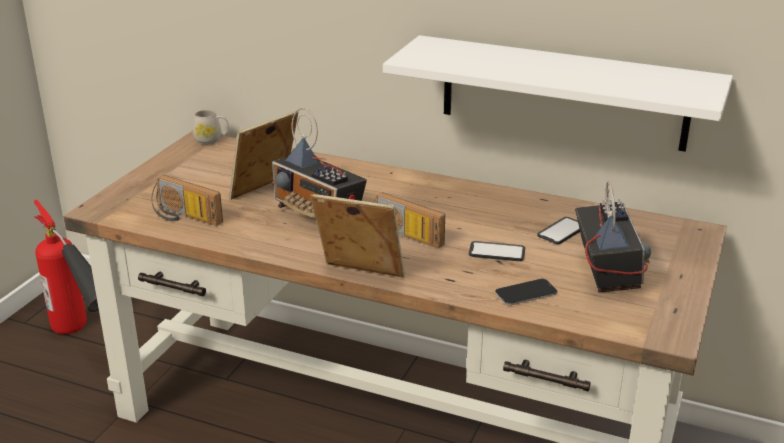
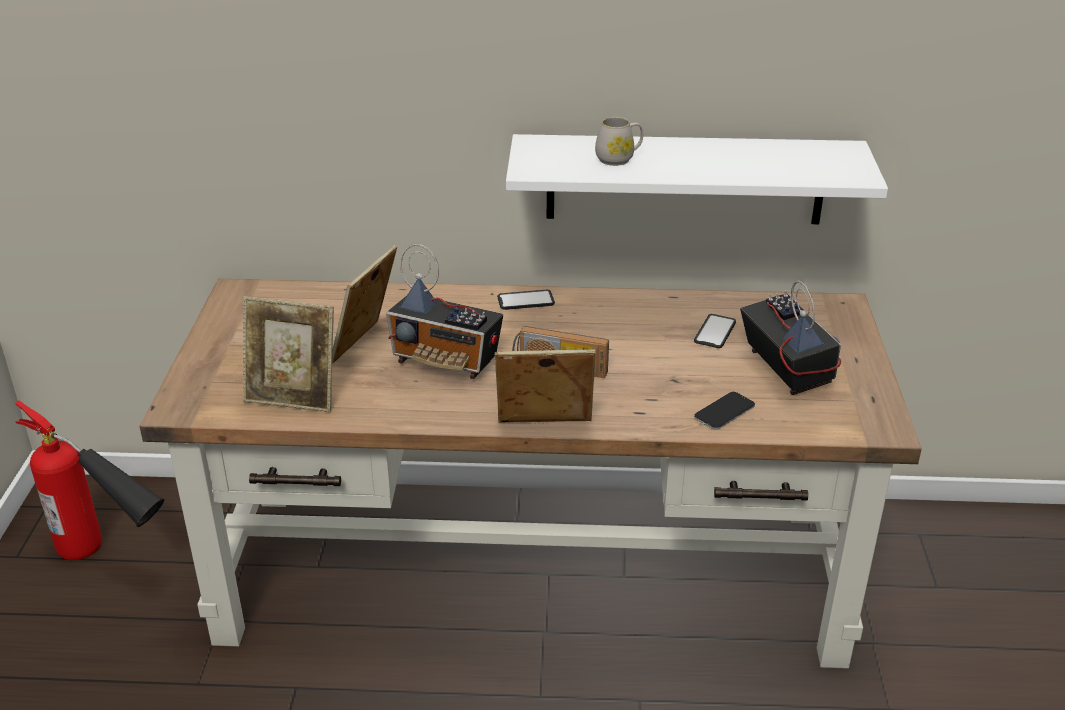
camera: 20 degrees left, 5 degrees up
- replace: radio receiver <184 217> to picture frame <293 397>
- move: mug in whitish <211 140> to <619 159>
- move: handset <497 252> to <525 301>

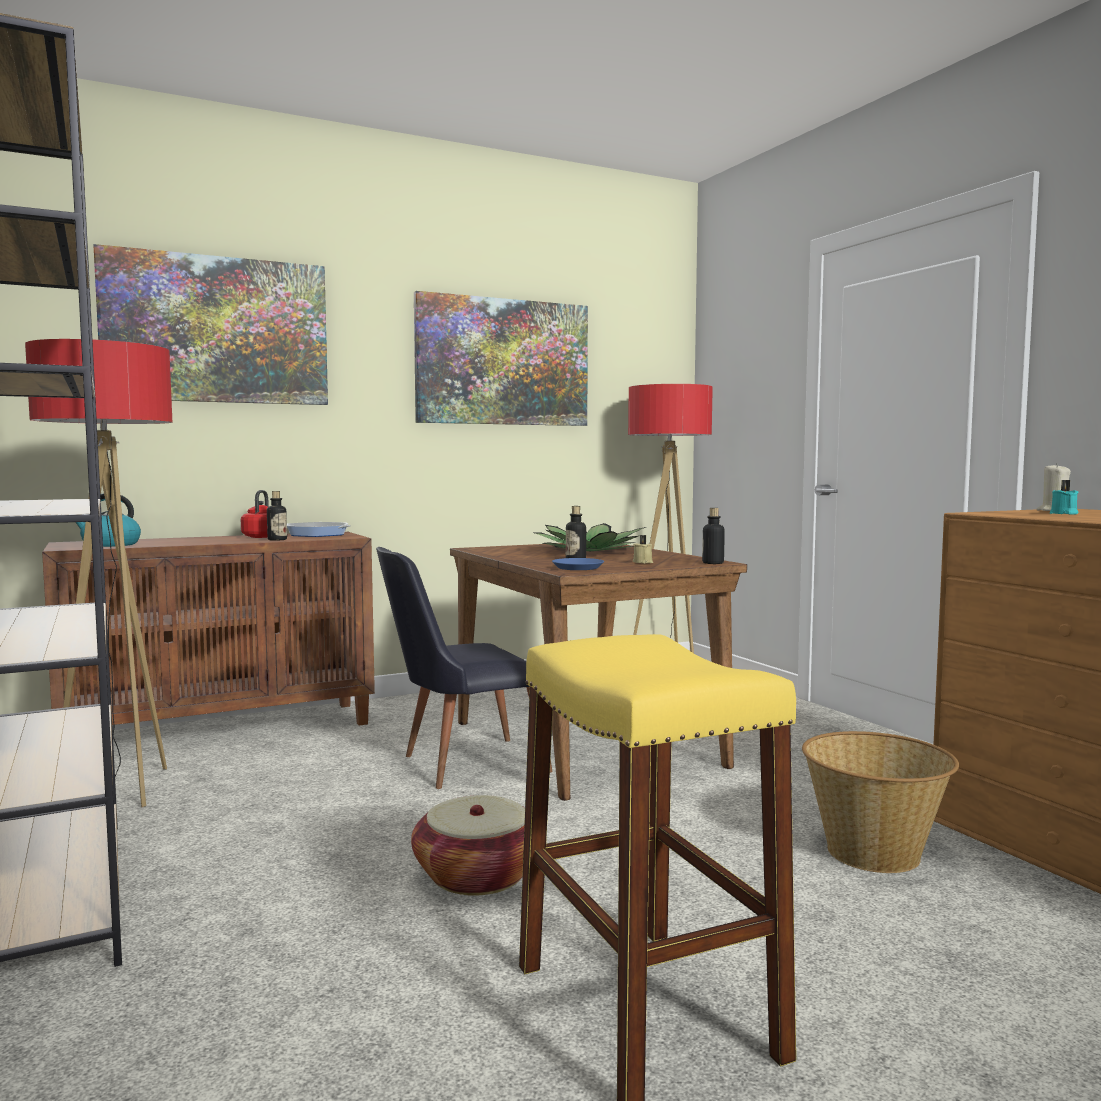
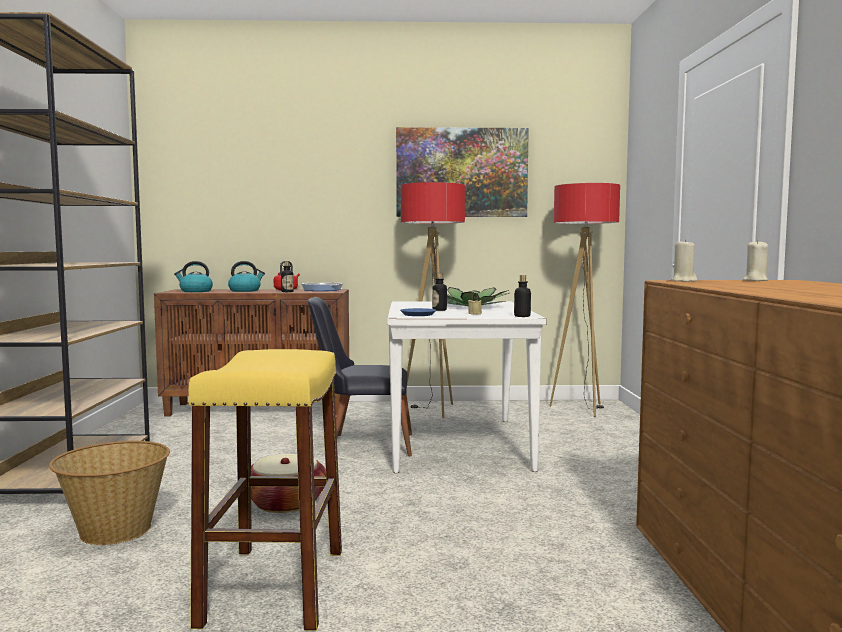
camera: 25 degrees right, 0 degrees up
- move: standing lamp <121 789> to <432 410>
- delete: picture <217 330>
- recolor: dinner table in brownish <586 744> to dinner table in whitish <457 443>
- move: storage basket <874 854> to <115 531>
- delete: candle in turquoise-coloured <1064 514>
- insert: kettle <245 291>
- insert: candle in beige-coloured <683 281>

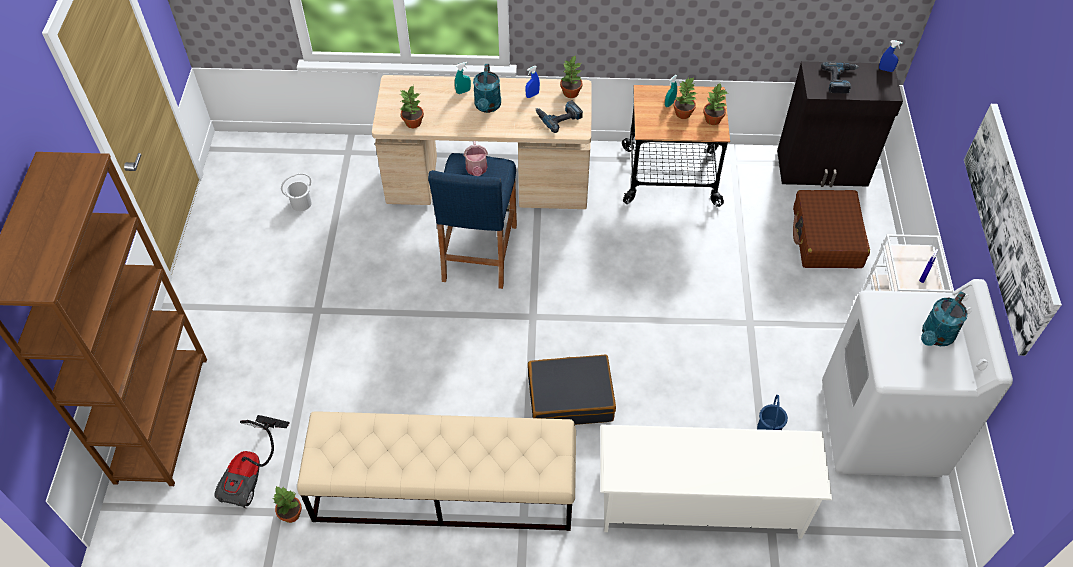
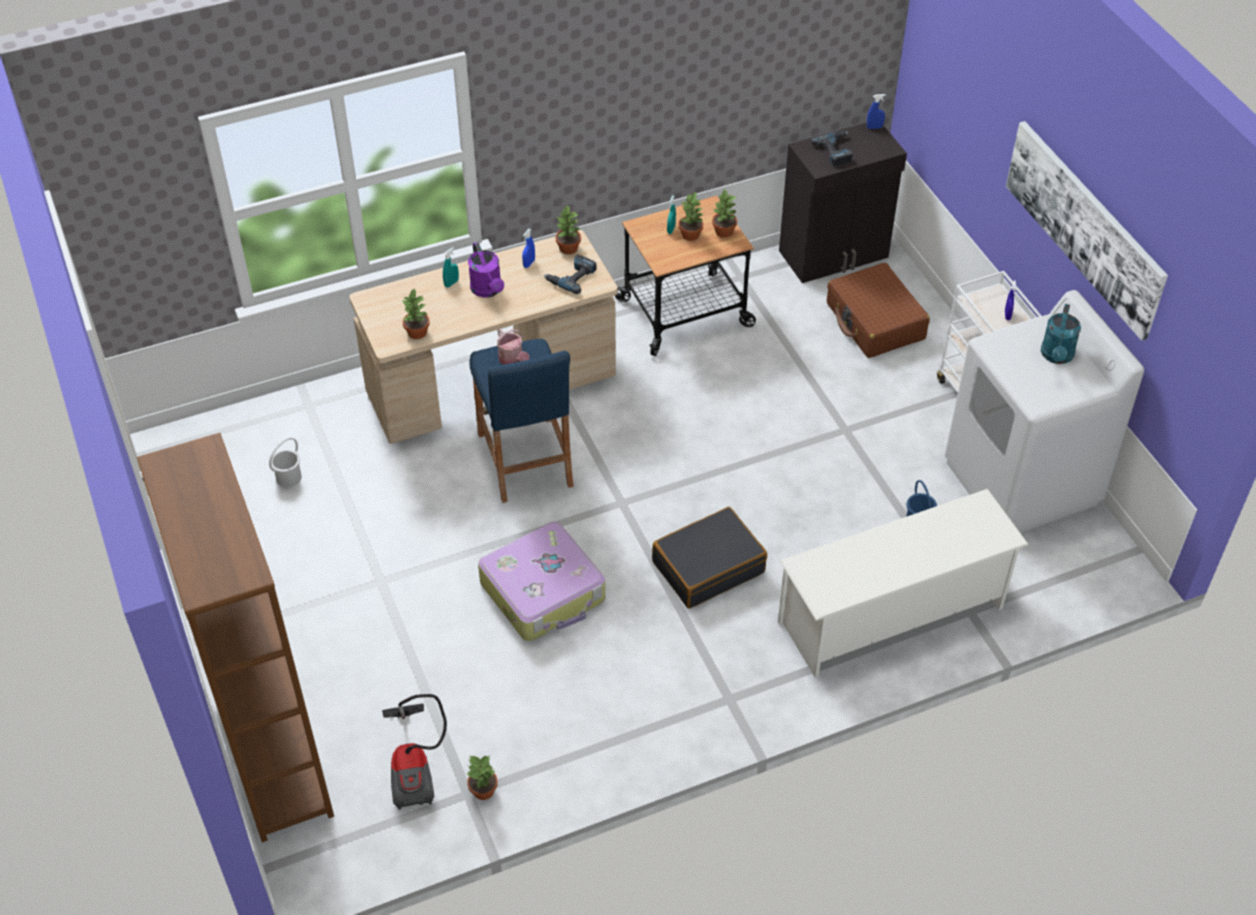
camera: 25 degrees left, 5 degrees down
- delete: bench in beige-coloured <443 489>
- recolor: watering pot in turquoise-coloured <487 107> to watering pot in purple <488 290>
- insert: suitcase <544 592>

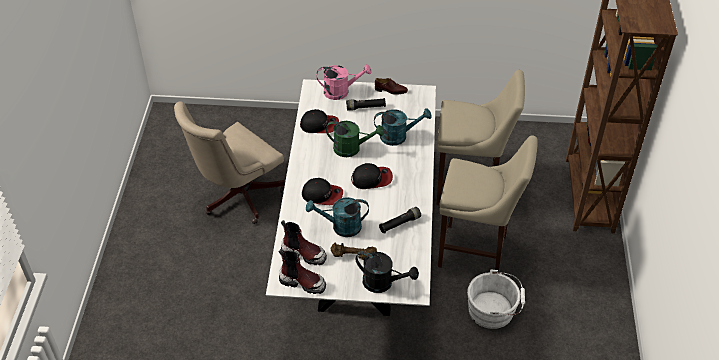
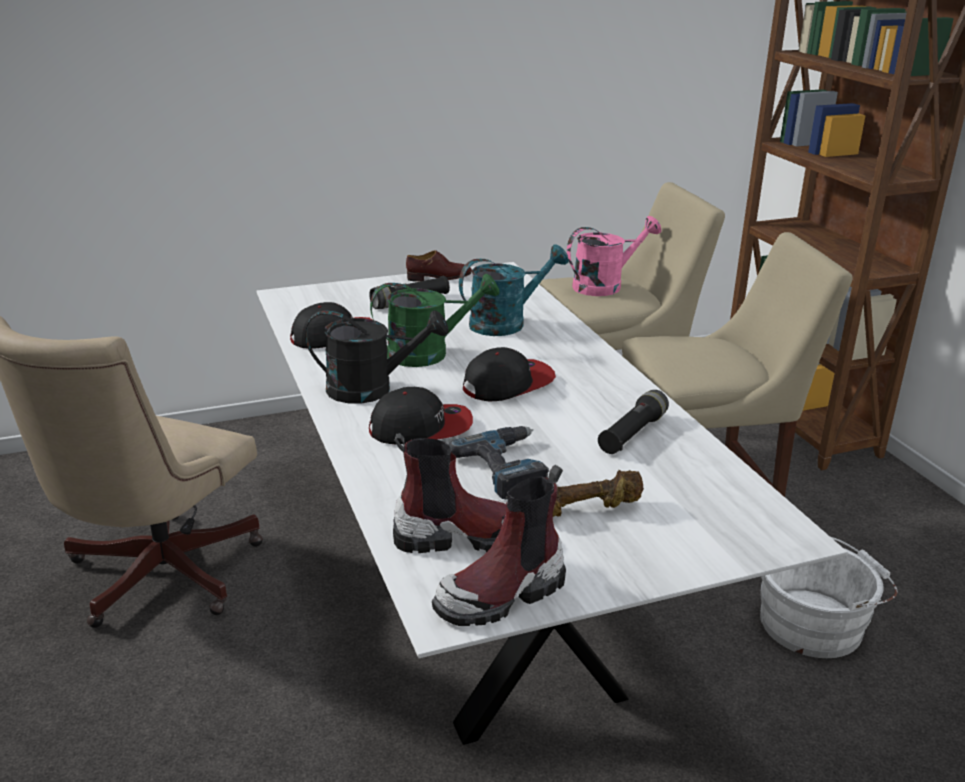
camera: 25 degrees left, 20 degrees down
- rotate: boot <302 282> = <502 595> 150 degrees clockwise
- replace: watering pot in turquoise-coloured <341 227> to power drill <509 468>
- move: watering pot in pink <341 91> to <605 285>
- move: watering pot in black-coloured <383 283> to <371 389>

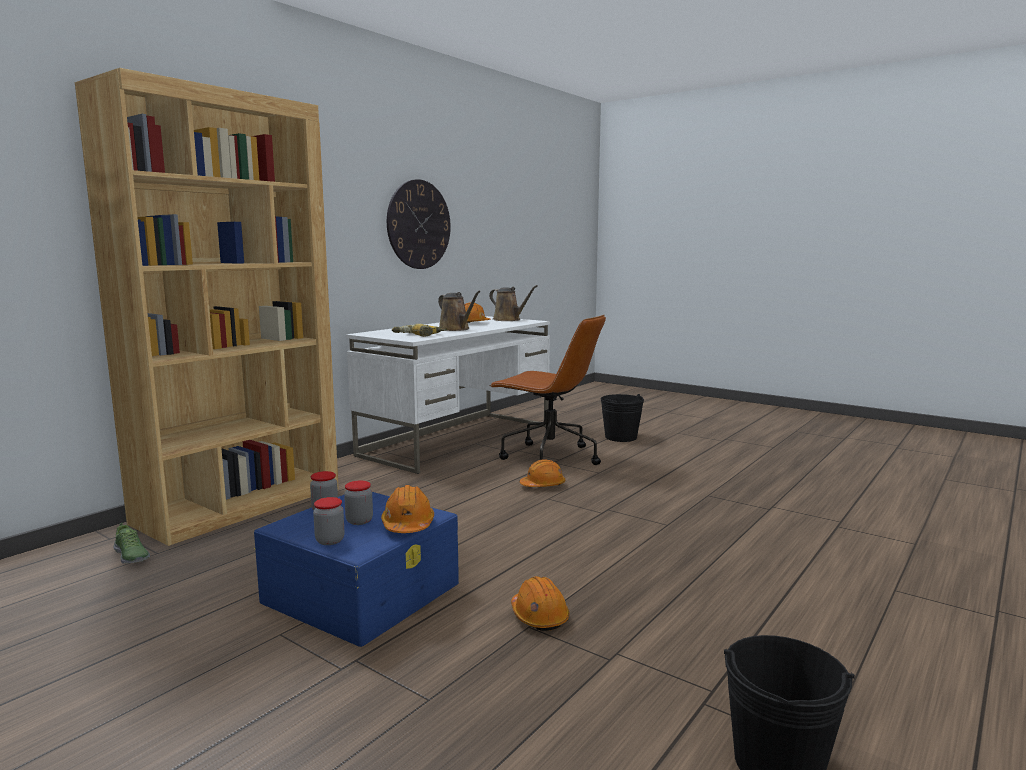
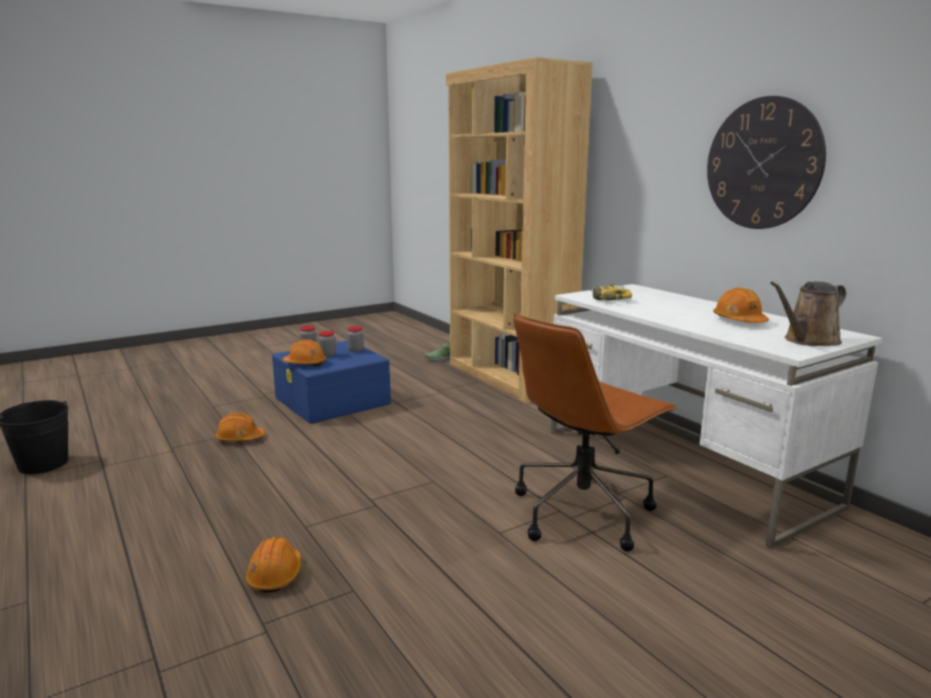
camera: 110 degrees right, 5 degrees up
- delete: watering pot in brownish <456 329>
- move: safety helmet in orangey <543 485> to <275 575>
- delete: water bucket in black-coloured <621 437>

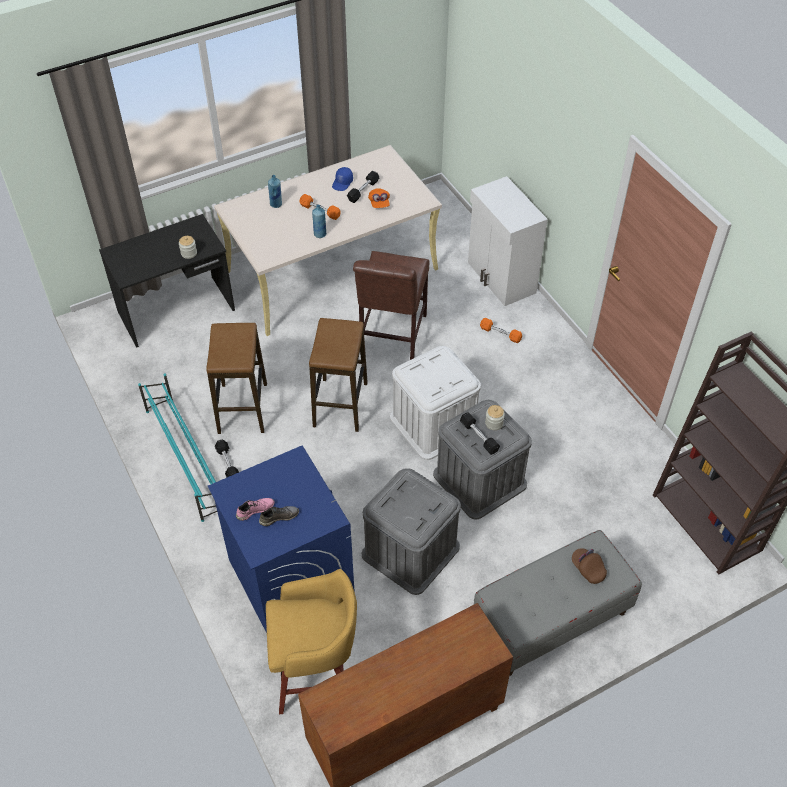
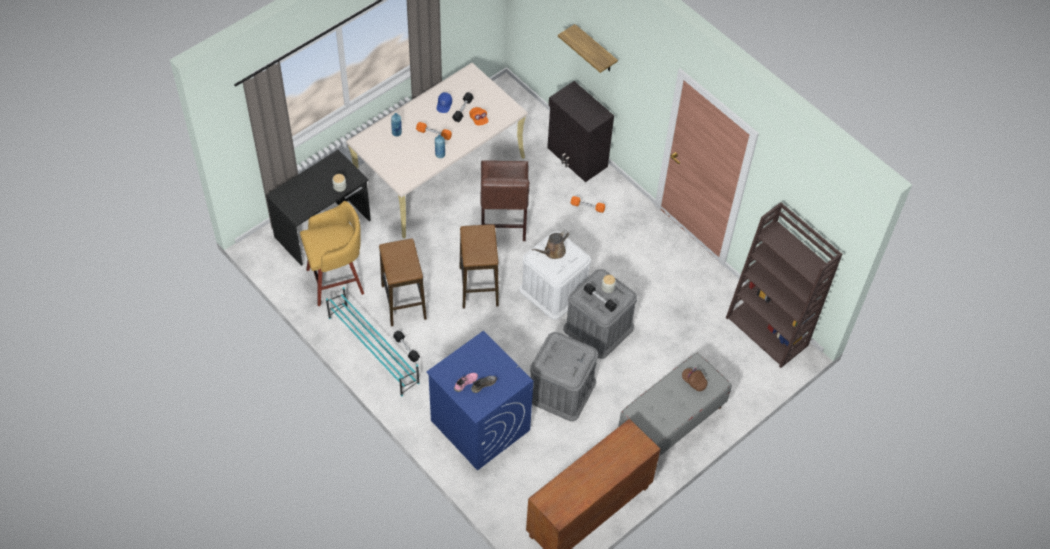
camera: 15 degrees left, 5 degrees up
- move: stool in yellowish <317 675> to <337 281>
- recolor: storage cabinet in whitish <500 278> to storage cabinet in black-coloured <577 158>
- insert: watering pot in brownish <553 252>
- insert: wall shelf <595 49>

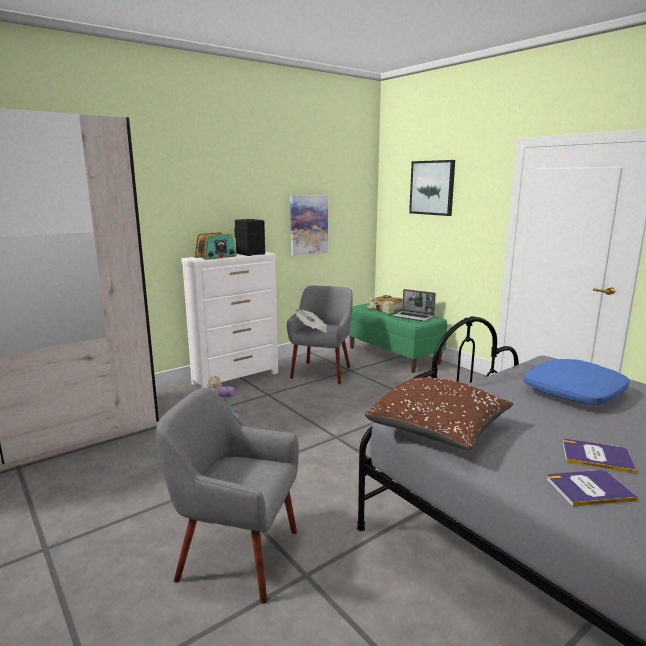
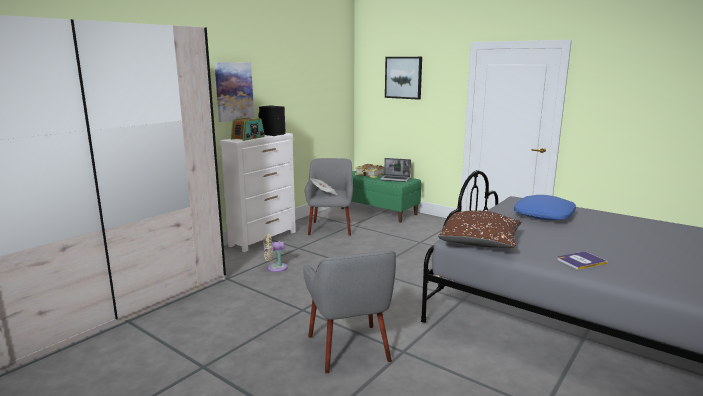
camera: 15 degrees left, 0 degrees up
- rotate: easy chair in greyish <237 555> = <349 348> 105 degrees counterclockwise
- move: picture <308 225> to <234 91>
- delete: book <597 456>

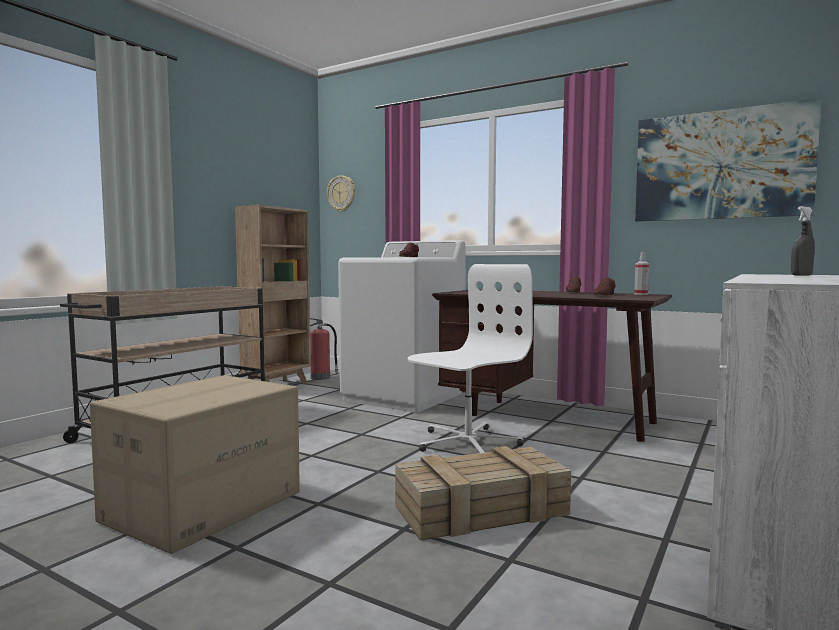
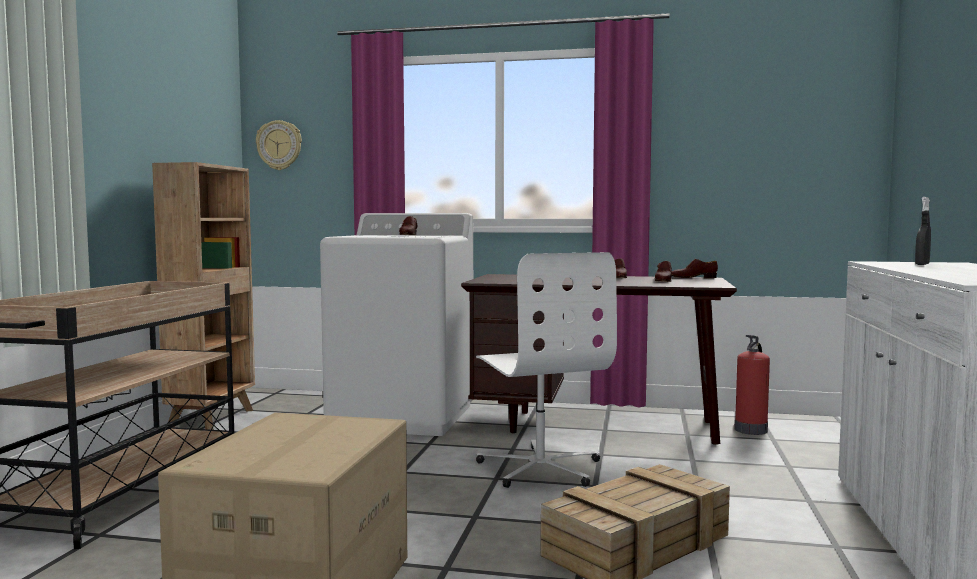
camera: 20 degrees left, 0 degrees up
- move: extinguisher <321 377> to <751 430>
- rotate: desk chair in whitish <467 443> = <541 468> 135 degrees clockwise
- replace: sprayer <641 294> to shoe in brownish <693 278>
- delete: picture <721 165>

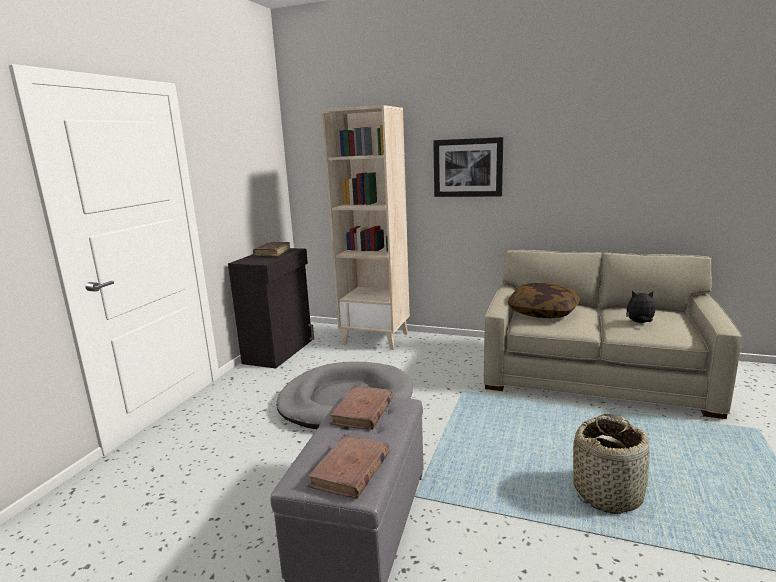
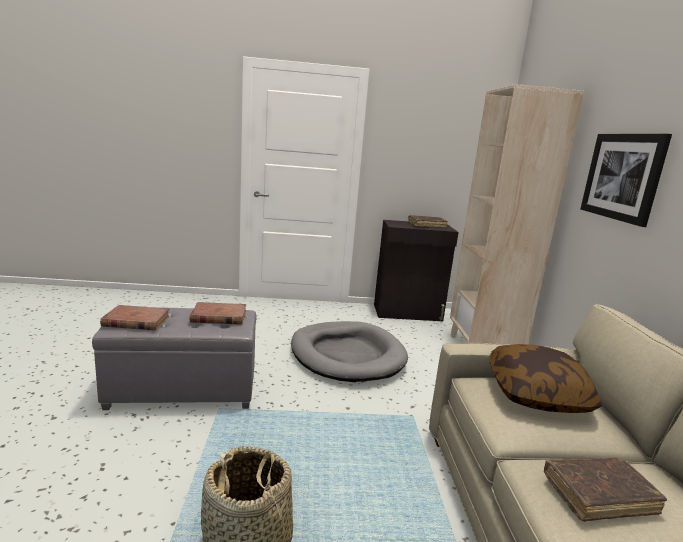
camera: 65 degrees right, 0 degrees up
- replace: soft toy <639 323> to book in brownish <598 495>

